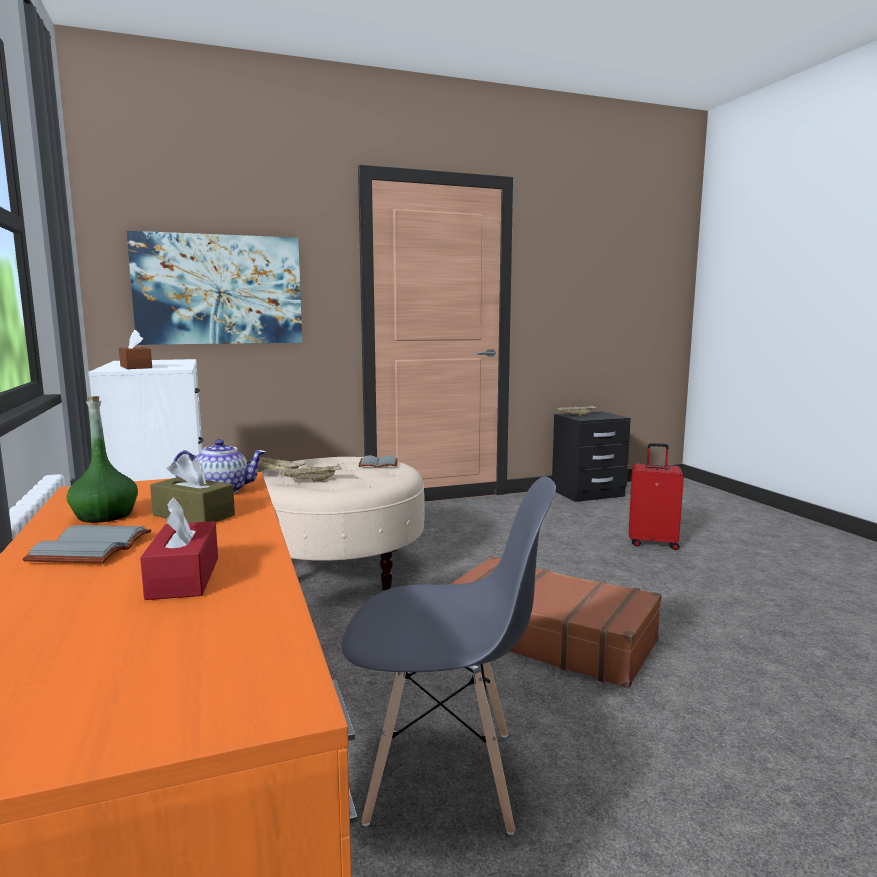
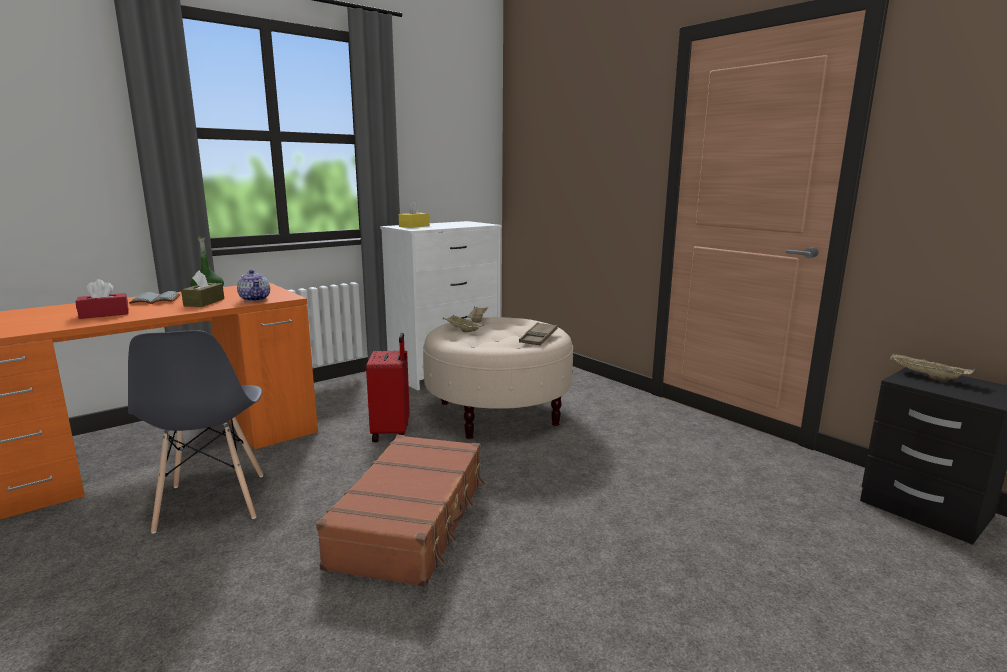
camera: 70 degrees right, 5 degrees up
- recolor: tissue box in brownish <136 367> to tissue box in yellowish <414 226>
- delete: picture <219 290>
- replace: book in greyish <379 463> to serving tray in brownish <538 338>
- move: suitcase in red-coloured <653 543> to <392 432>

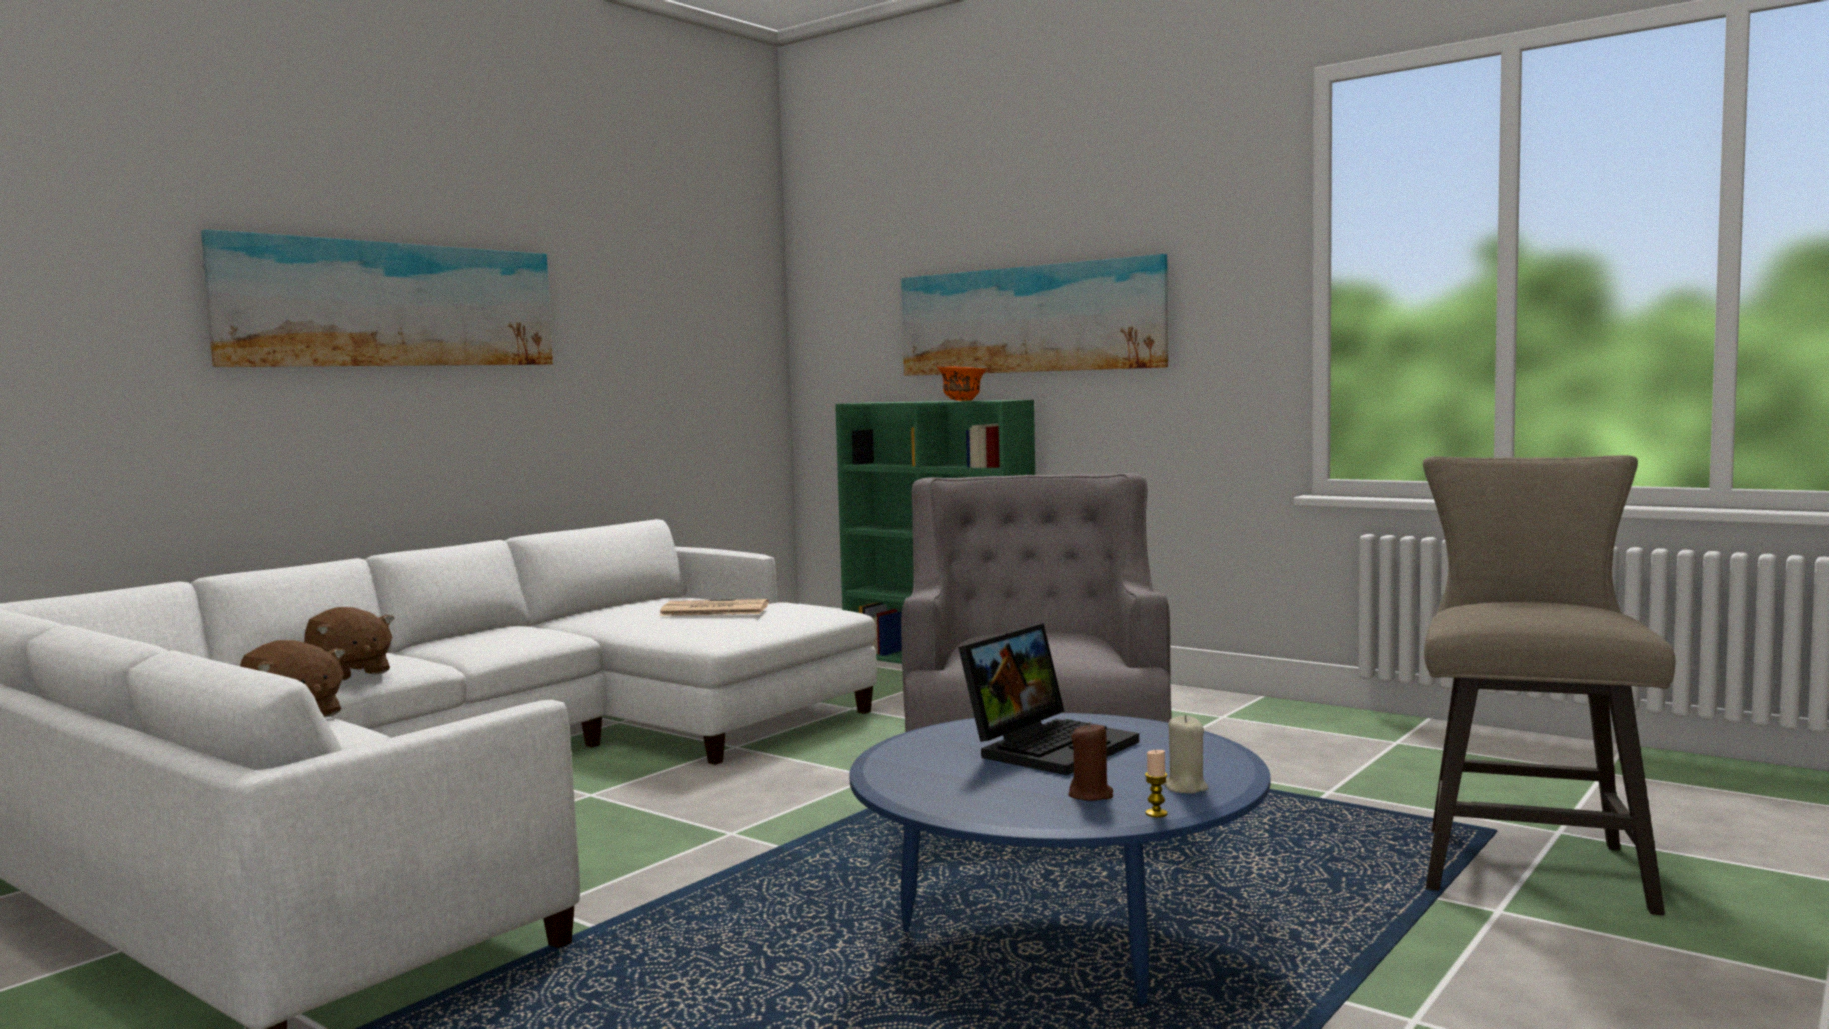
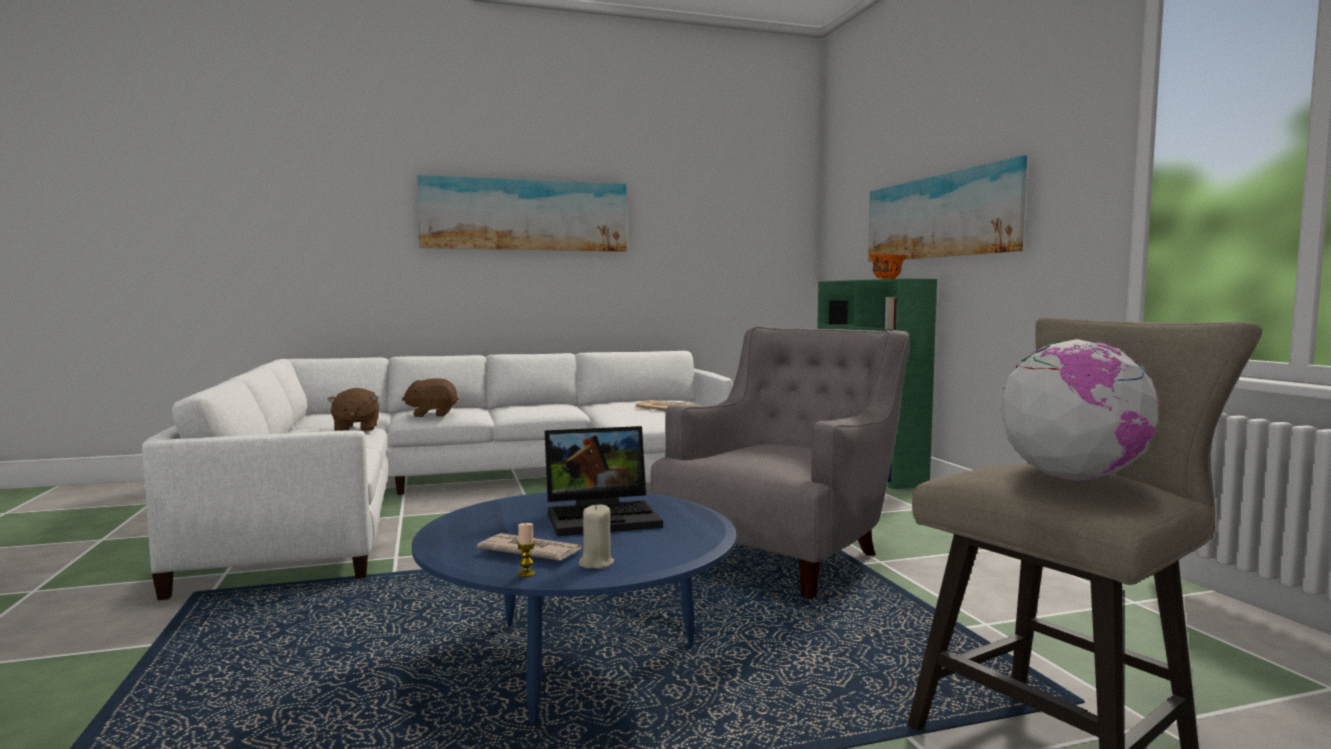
camera: 35 degrees right, 0 degrees up
- rotate: soft toy in brownish <349 673> = <432 414> 90 degrees clockwise
- replace: candle in brownish <1091 795> to printed paper <530 551>
- insert: desk globe <1072 478>

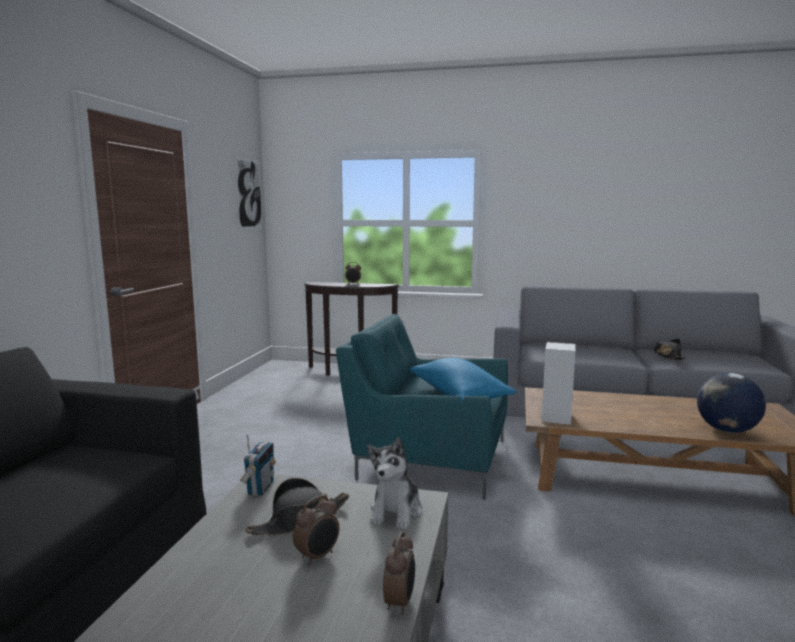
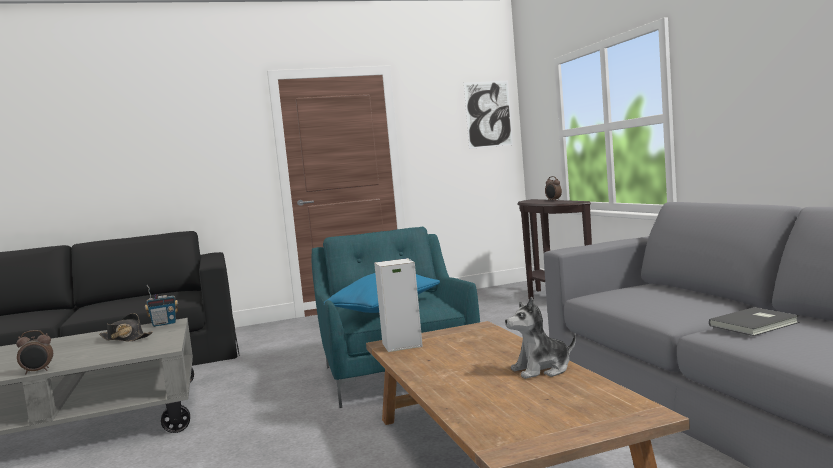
camera: 60 degrees right, 5 degrees down
- delete: alarm clock <318 556>
- move: soft toy <396 512> to <542 370>
- replace: clothing hat in black-coloured <667 356> to book in greyish <756 324>
- delete: desk globe <726 430>

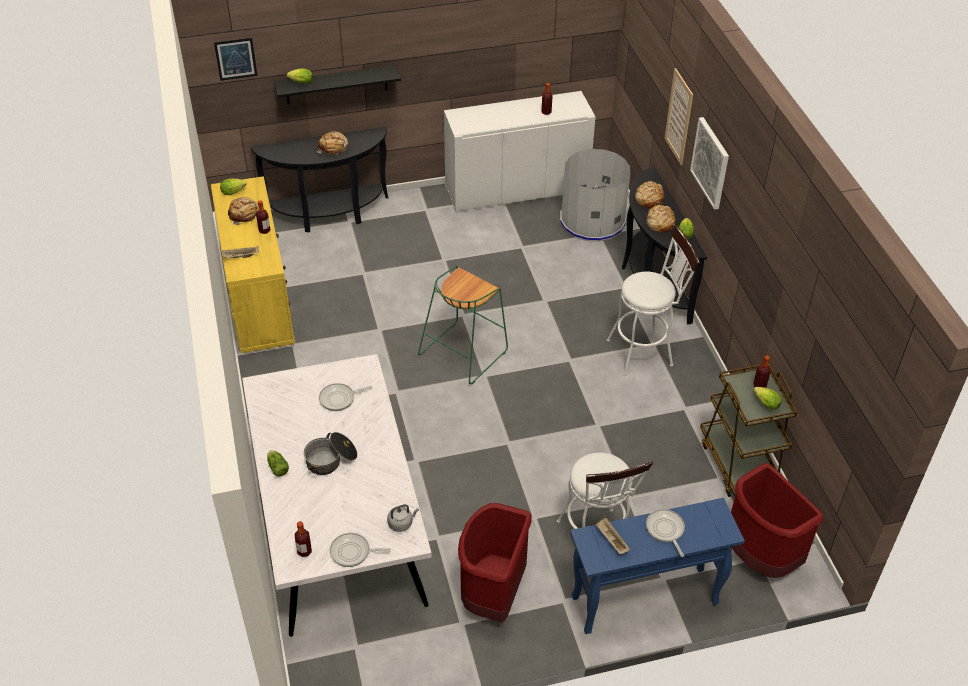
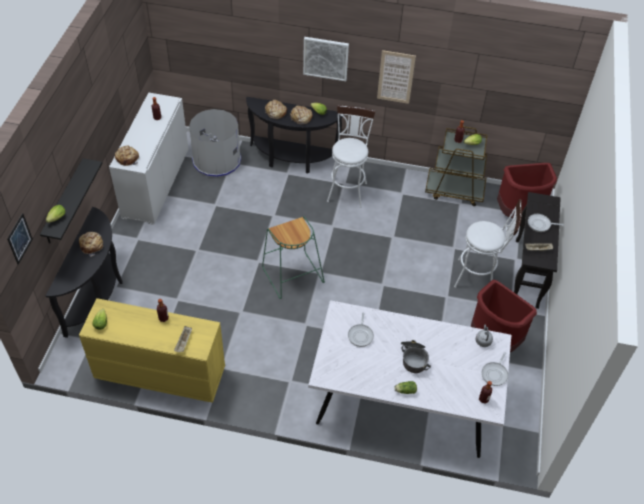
camera: 65 degrees left, 5 degrees up
- move: bakery bread <244 215> to <127 158>
- recolor: console table in bluish <643 601> to console table in black-coloured <527 274>
- move: picture <679 117> to <395 77>

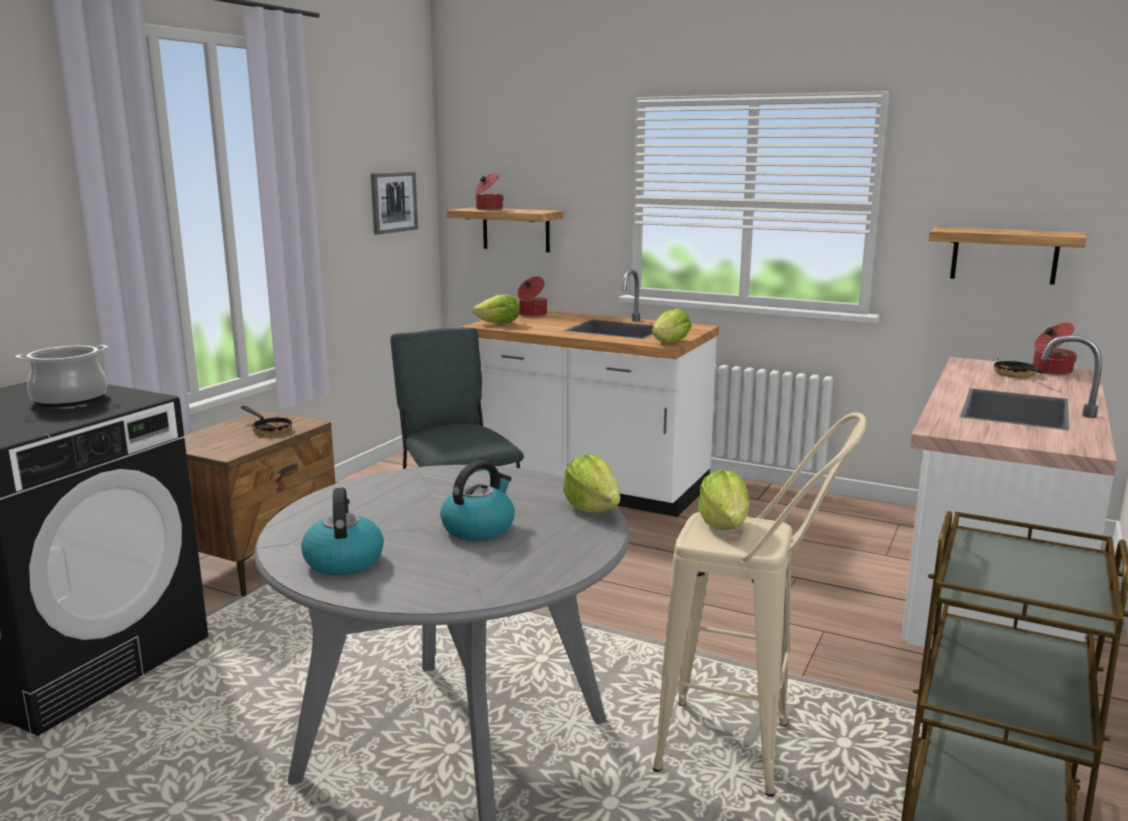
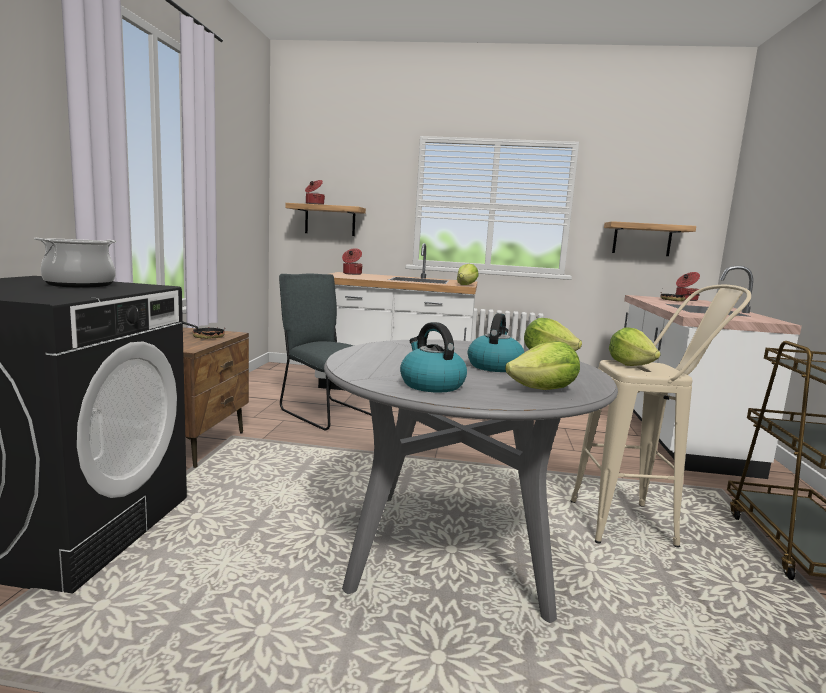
camera: 20 degrees left, 5 degrees down
- delete: picture <393 202>
- move: lettuce head <499 324> to <544 390>

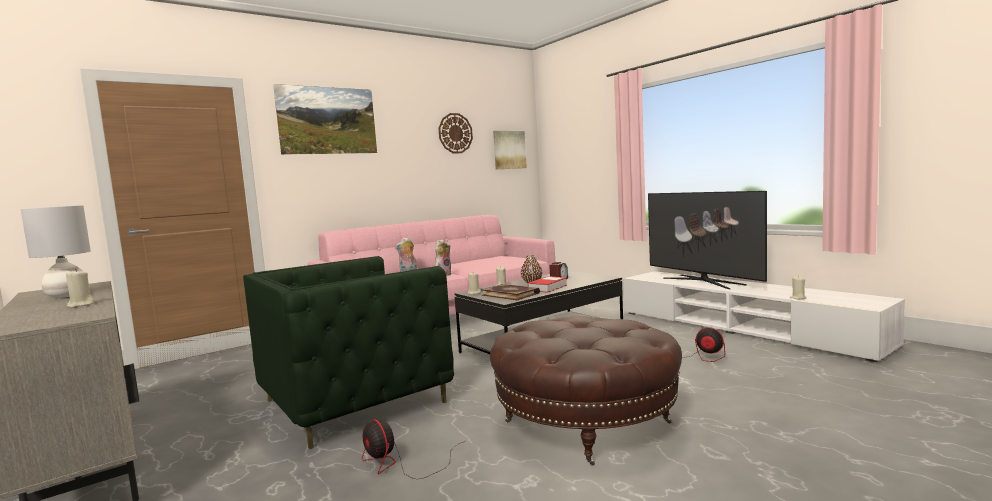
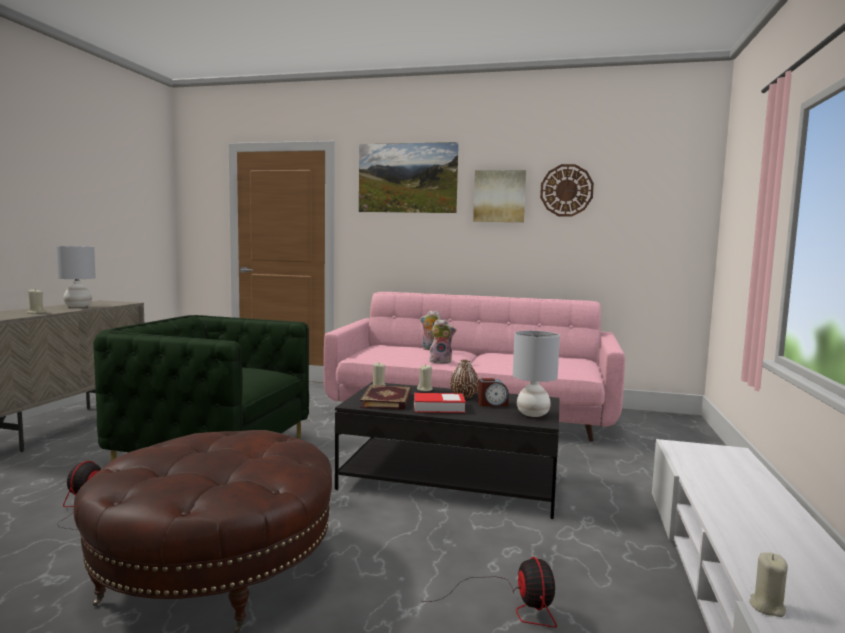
camera: 50 degrees right, 0 degrees up
- move: picture <509 150> to <499 196>
- delete: television <702 281>
- insert: lamp for a table in greyish <533 414>

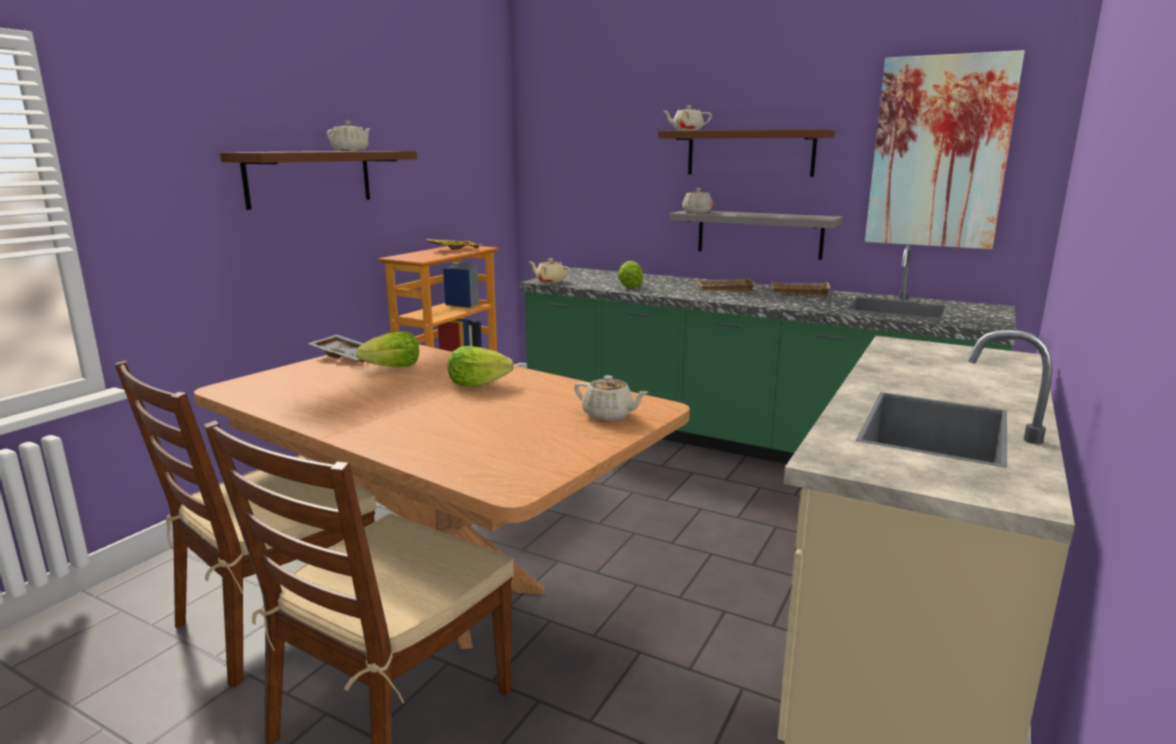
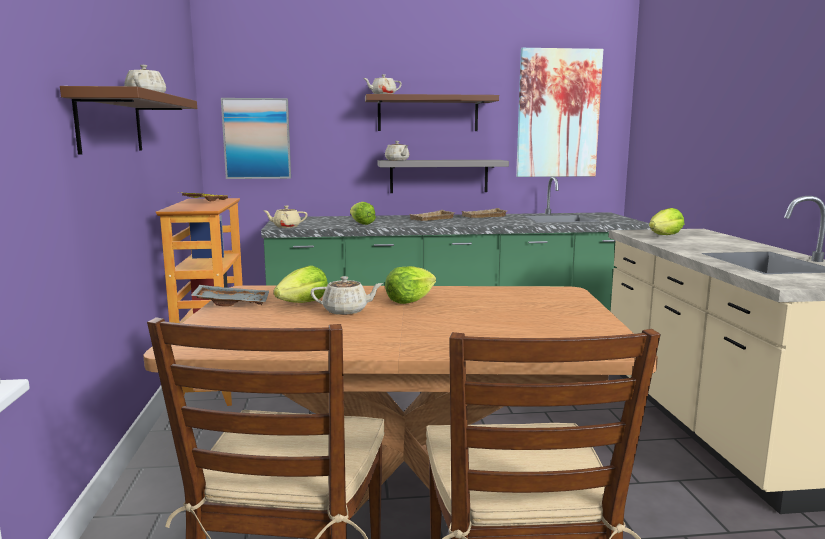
camera: 35 degrees left, 5 degrees down
- move: pot for tea in beige-coloured <609 415> to <346 311>
- insert: picture <257 138>
- insert: lettuce head <665 235>

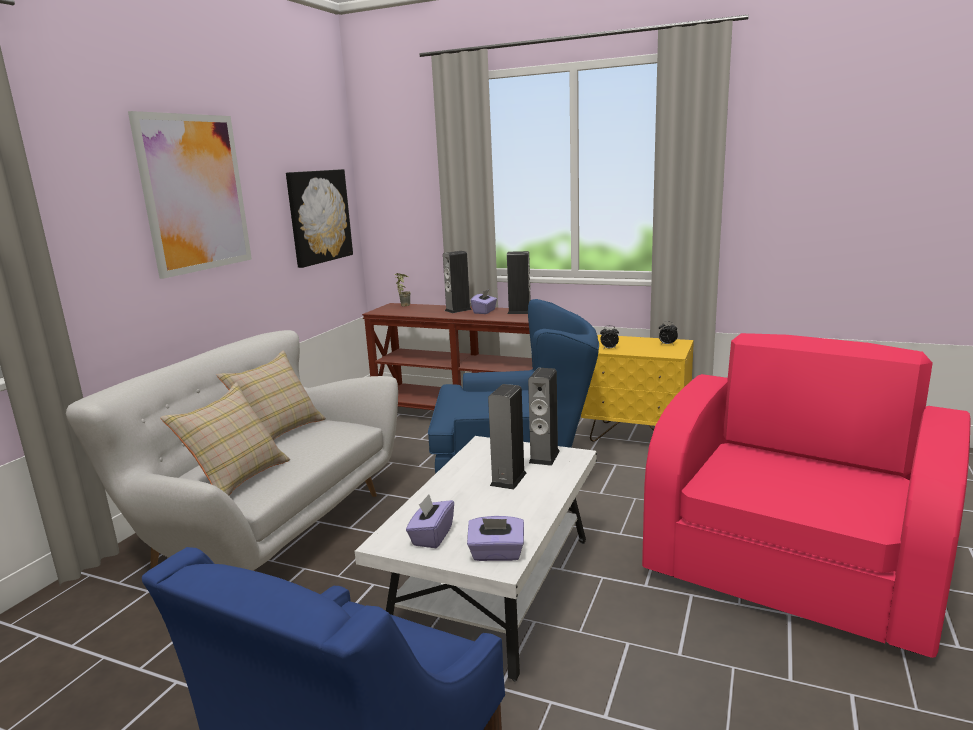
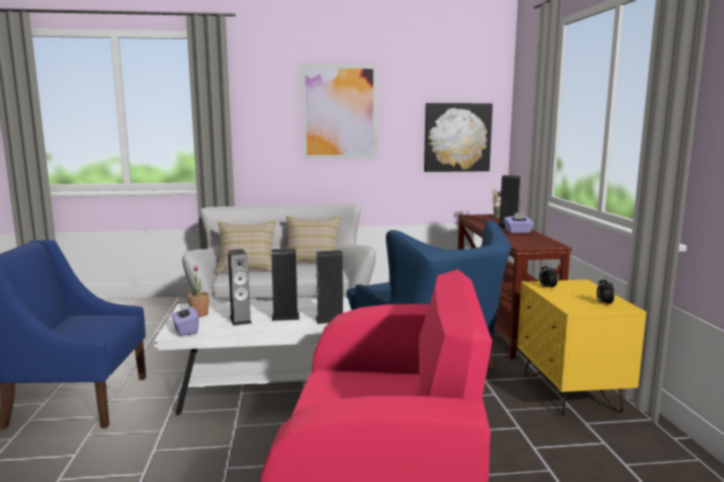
camera: 60 degrees right, 5 degrees down
- replace: tissue box in purple <431 536> to plant in a pot <199 314>
- move: audio speaker <519 312> to <240 320>

